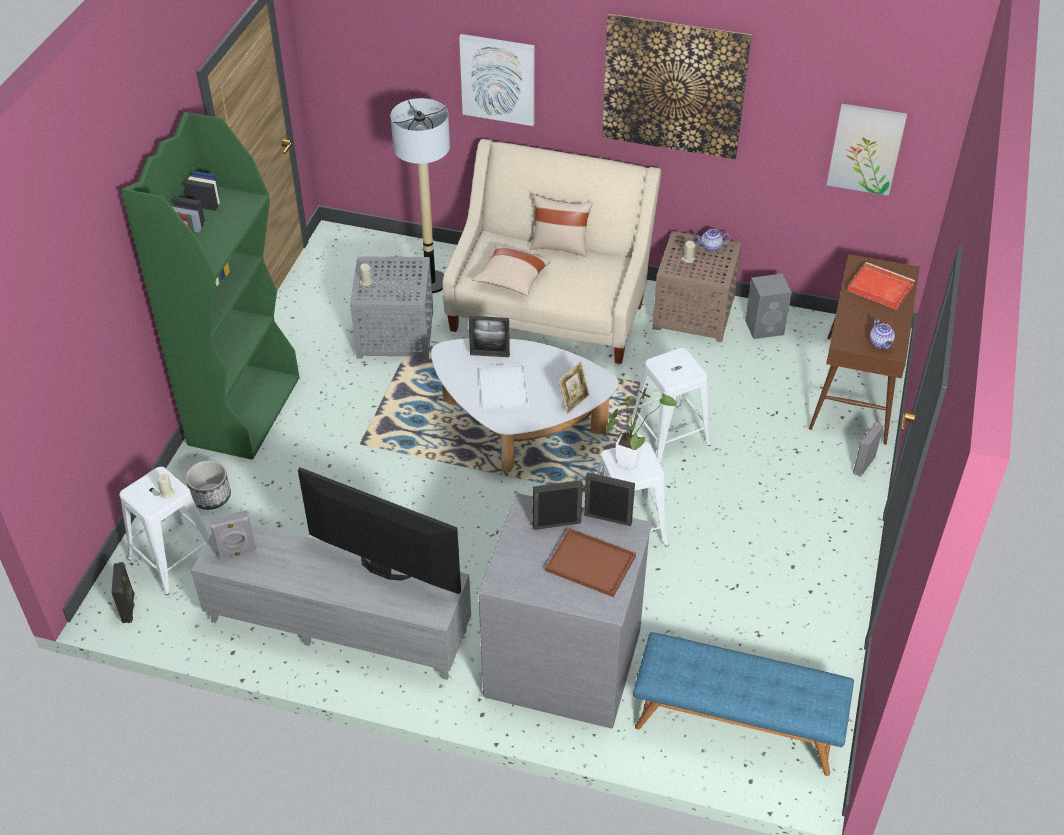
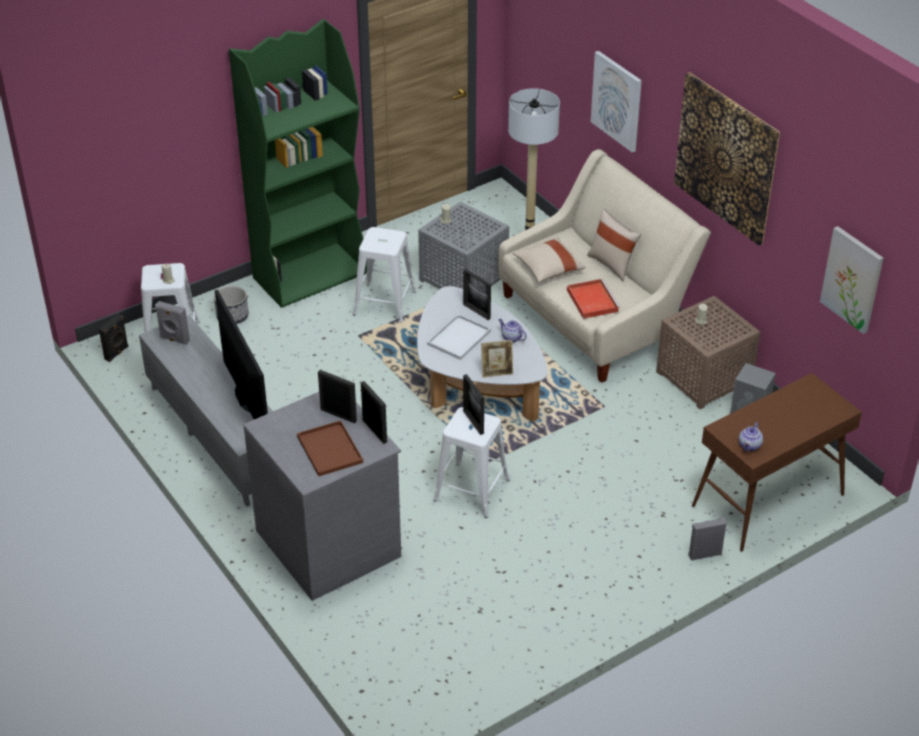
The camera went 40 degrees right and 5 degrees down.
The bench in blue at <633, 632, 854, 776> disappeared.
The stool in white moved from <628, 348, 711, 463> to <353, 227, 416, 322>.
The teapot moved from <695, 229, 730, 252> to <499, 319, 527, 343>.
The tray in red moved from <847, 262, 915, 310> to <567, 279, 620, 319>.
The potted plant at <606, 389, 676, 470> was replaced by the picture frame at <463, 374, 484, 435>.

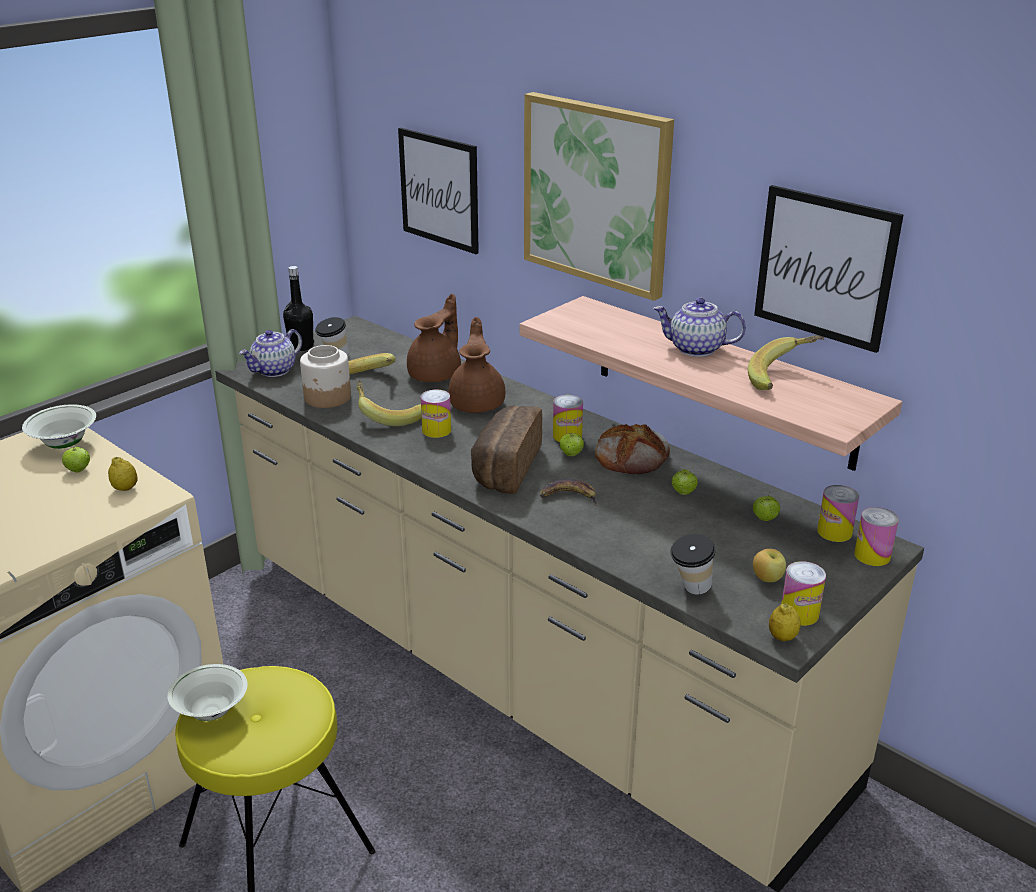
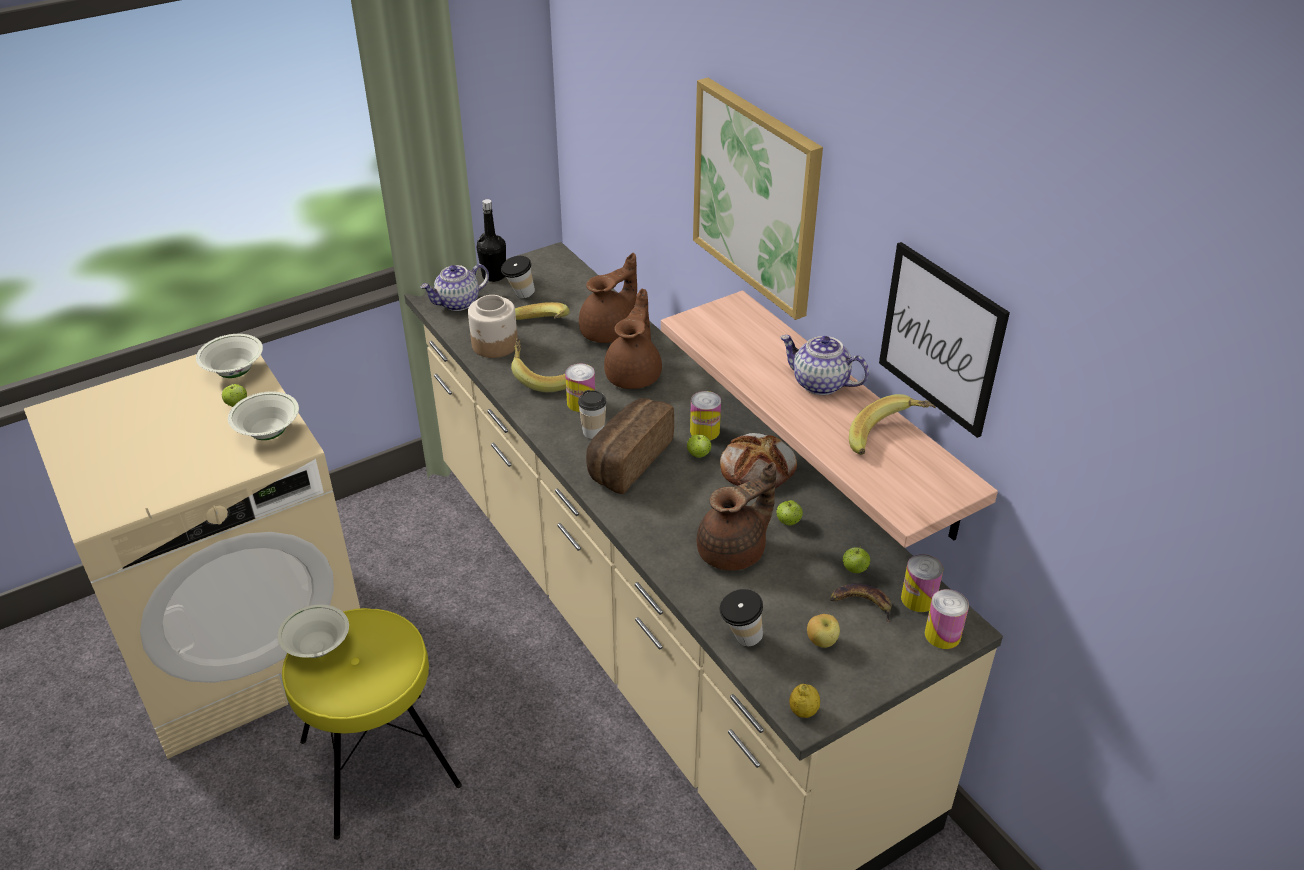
The camera went 15 degrees right and 10 degrees up.
The picture at <398, 128, 479, 254> disappeared.
The can at <781, 561, 826, 626> disappeared.
The cup at <578, 390, 607, 439> appeared.
The teapot in brown at <697, 462, 776, 571> appeared.
The banana moved from <540, 479, 597, 506> to <830, 583, 891, 623>.
The lemon at <108, 457, 138, 491> was replaced by the bowl in white at <228, 391, 299, 440>.

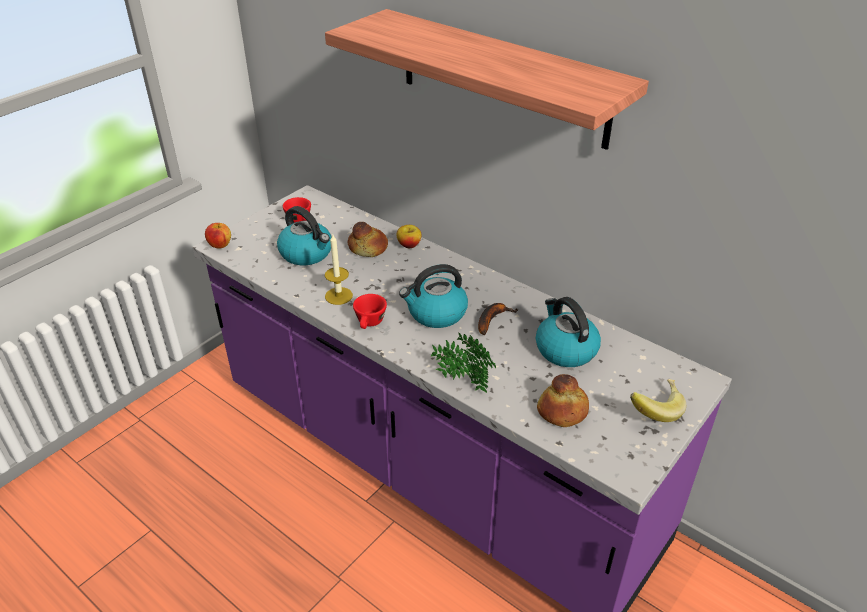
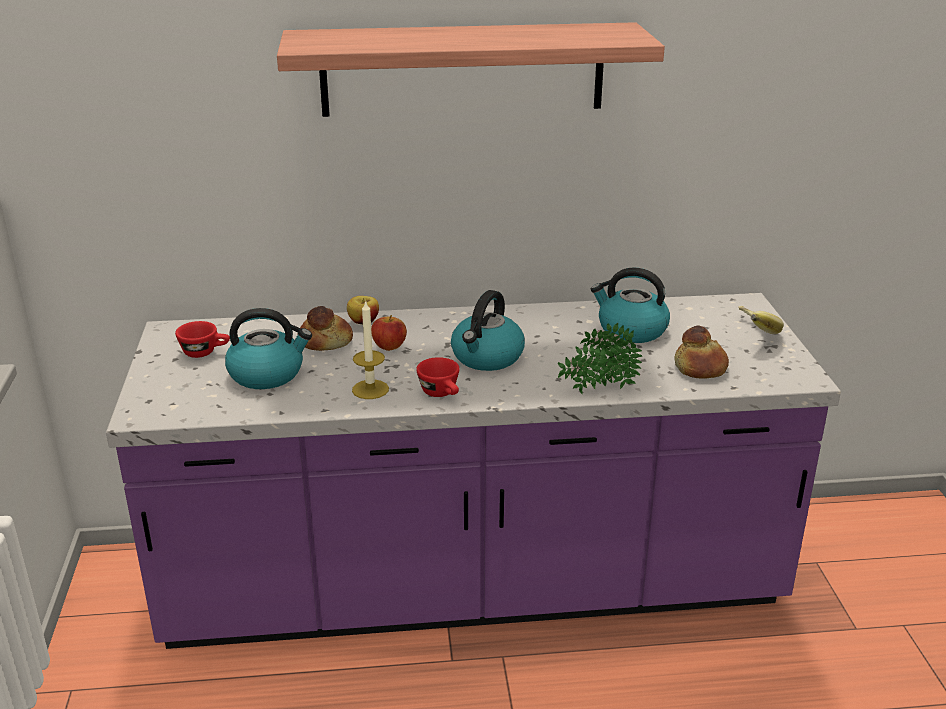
The camera went 45 degrees left and 10 degrees down.
The banana at <478, 303, 518, 335> disappeared.
The apple moved from <205, 223, 231, 249> to <371, 315, 407, 351>.

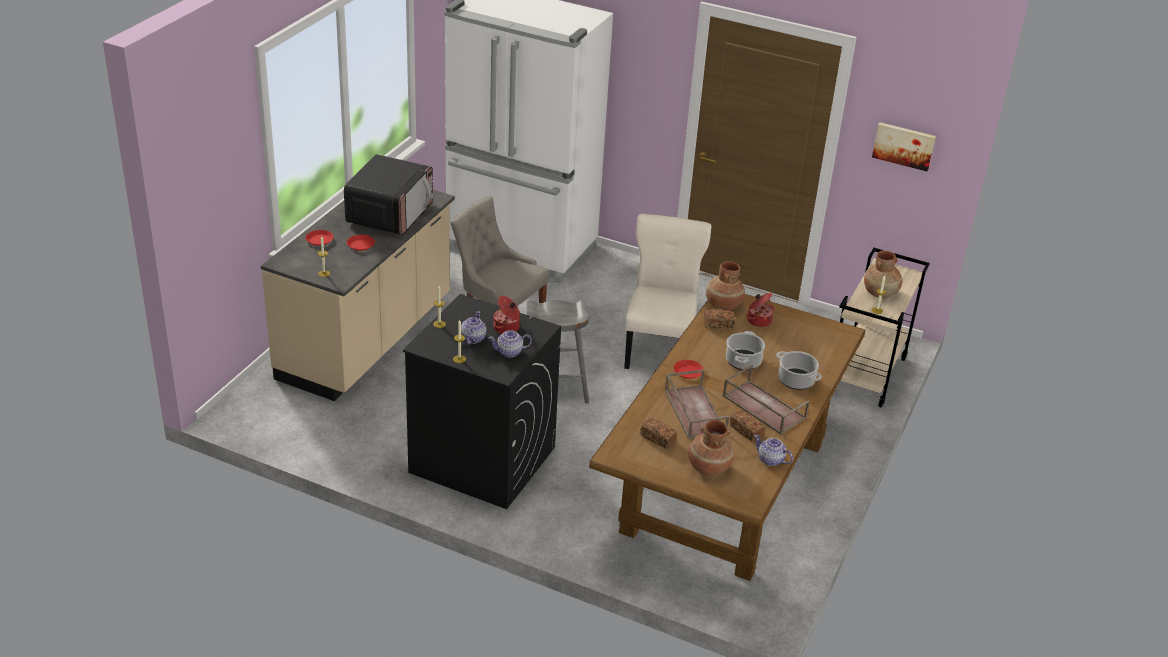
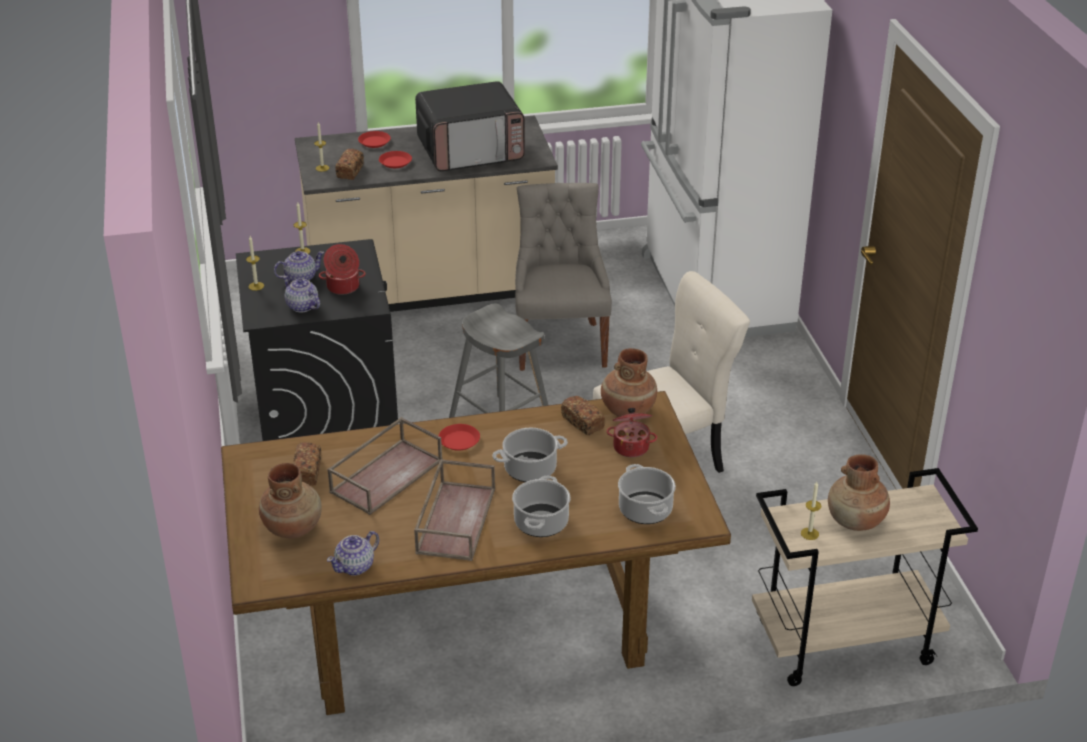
The camera went 55 degrees right and 0 degrees up.
The picture at <872, 122, 936, 171> disappeared.
The cooking pot at <618, 464, 676, 524> appeared.
The bread moved from <730, 410, 765, 442> to <335, 149, 364, 180>.
The teapot at <754, 435, 793, 466> turned 135 degrees counterclockwise.

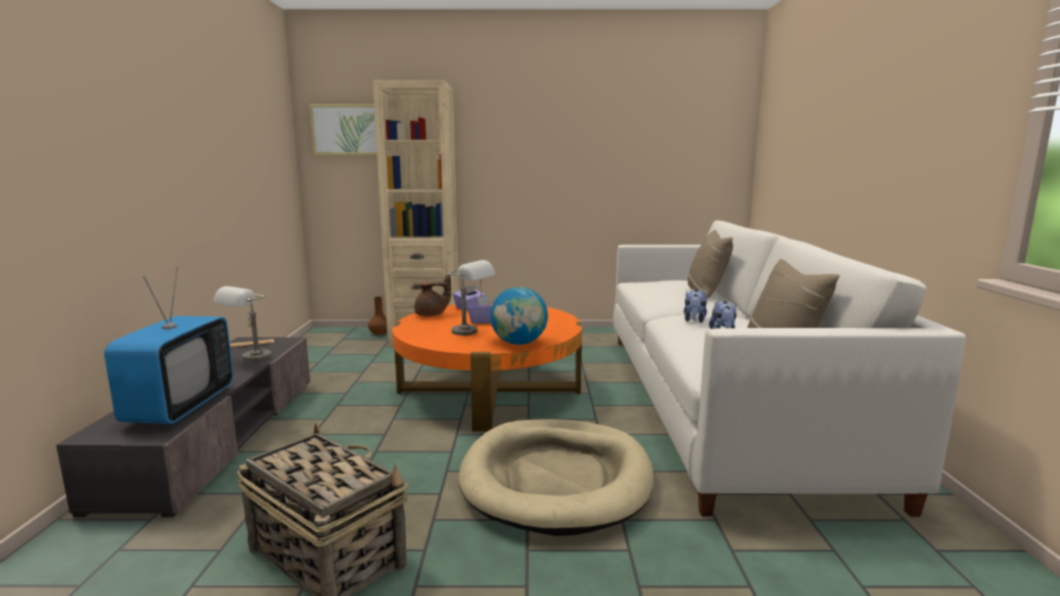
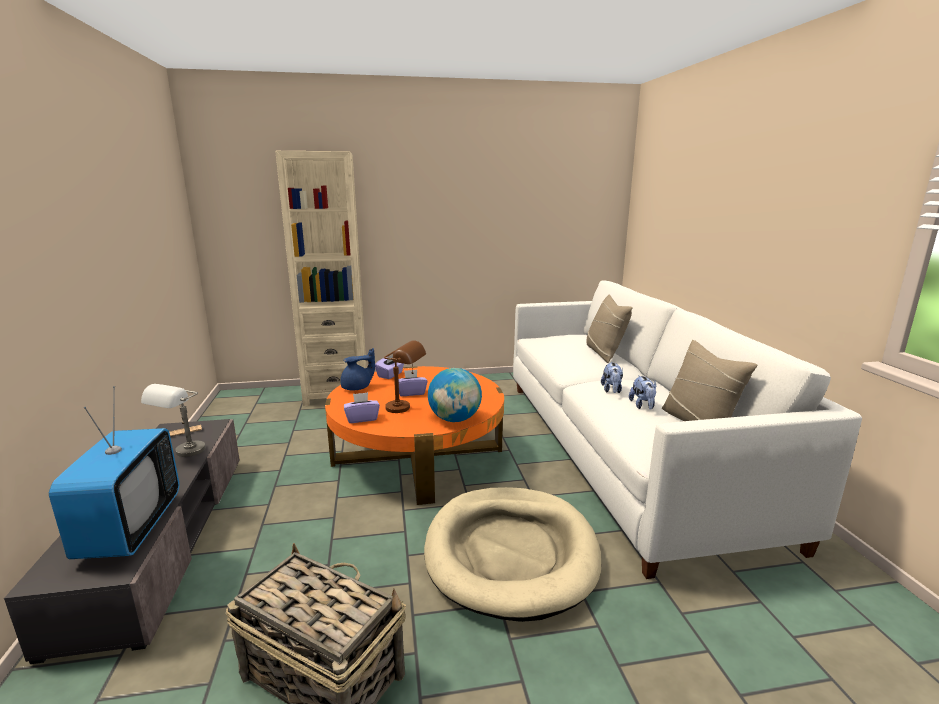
The camera went 10 degrees left and 5 degrees up.
The picture at <309, 104, 377, 155> disappeared.
The vase in brown at <368, 297, 387, 335> disappeared.
The tissue box in purple at <344, 392, 380, 423> appeared.
The teapot in brown at <414, 274, 451, 316> became the teapot in blue at <341, 348, 375, 391>.
The table lamp in grey at <448, 260, 495, 335> became the table lamp in brown at <384, 340, 426, 413>.

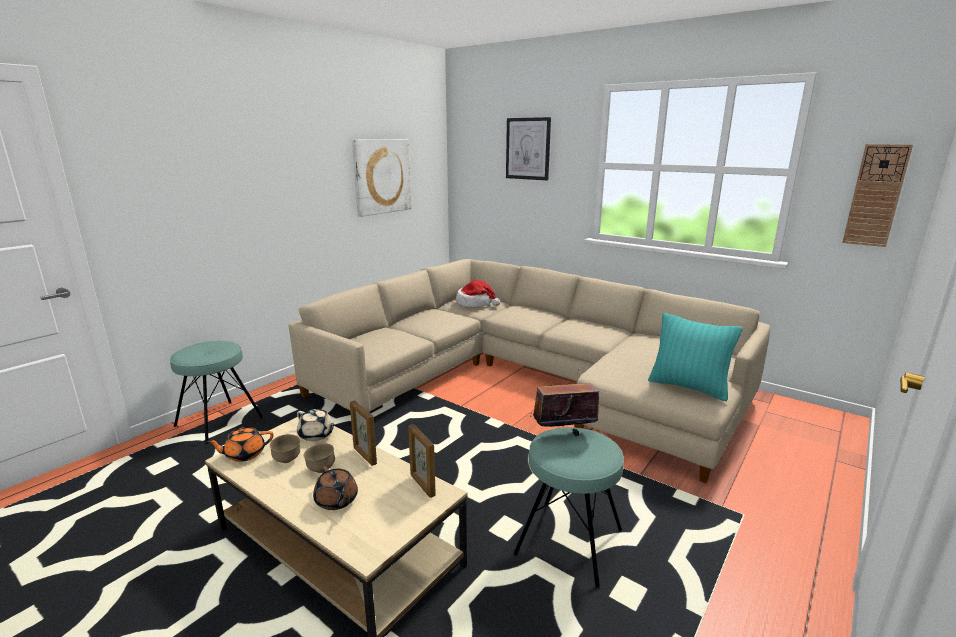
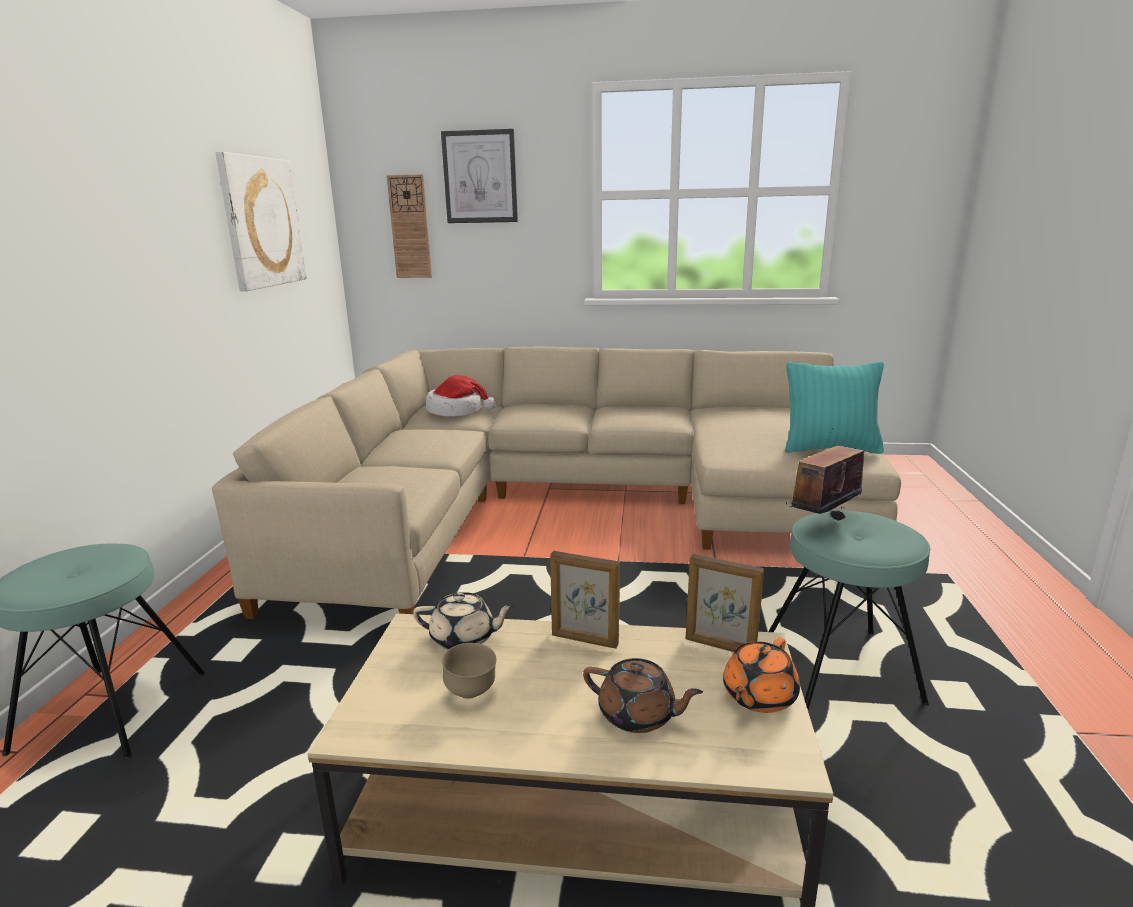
The camera went 30 degrees left and 0 degrees up.
The bowl in brown at <304, 443, 335, 473> disappeared.
The teapot in orange moved from <206, 427, 274, 462> to <723, 637, 800, 713>.
The wall clock moved from <842, 144, 913, 247> to <387, 174, 432, 278>.

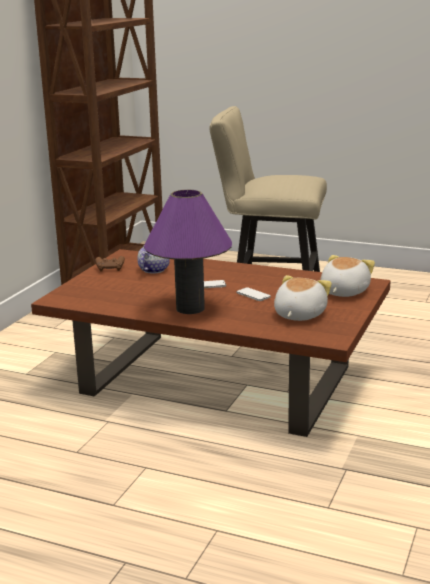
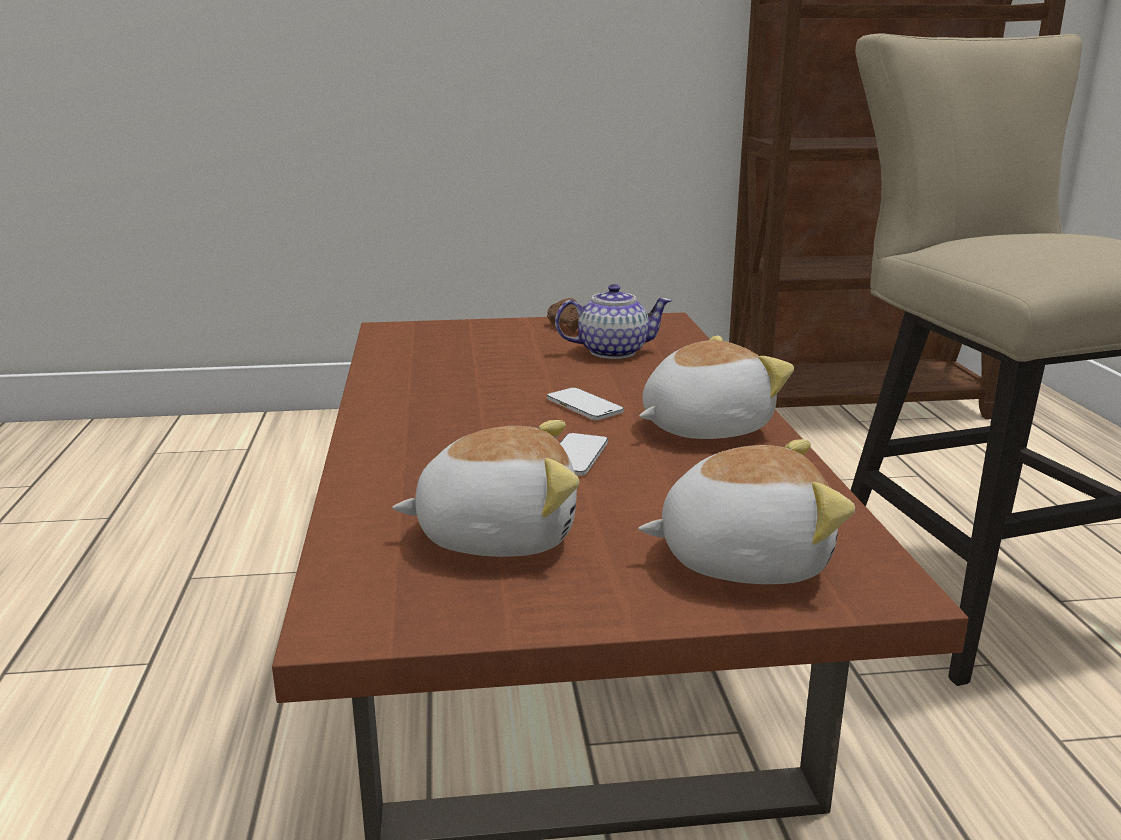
The camera went 60 degrees right and 0 degrees up.
The table lamp in purple at <144, 190, 232, 314> disappeared.
The plush toy at <639, 336, 794, 439> appeared.

